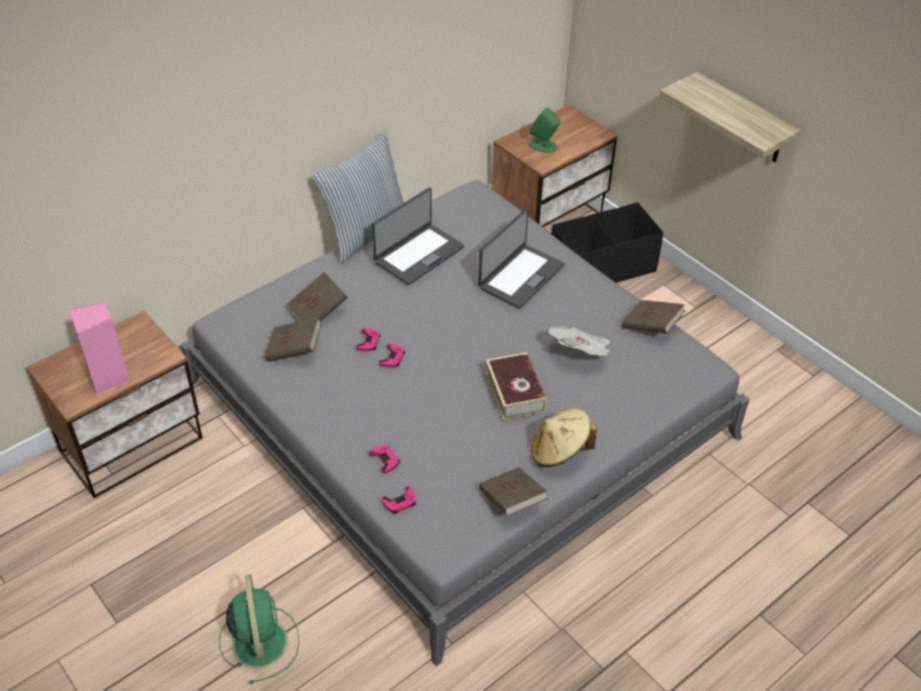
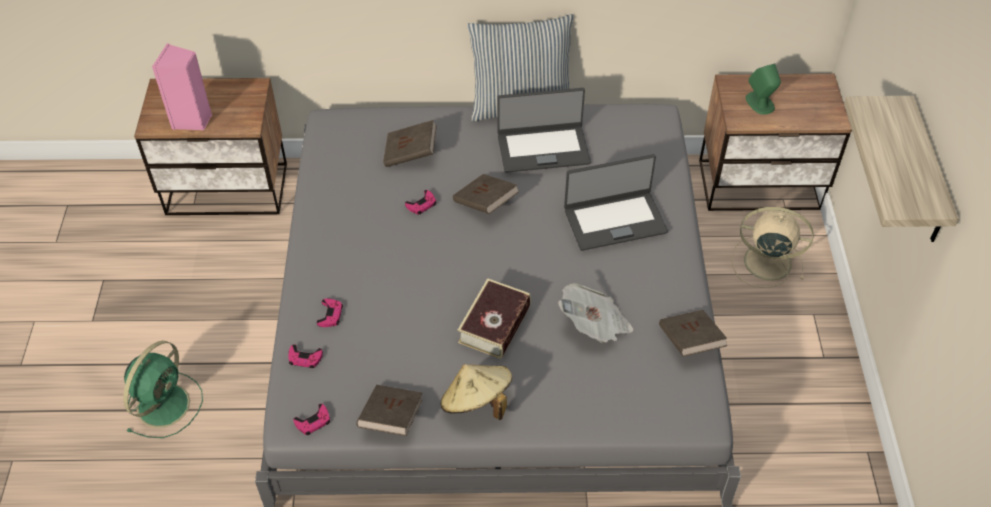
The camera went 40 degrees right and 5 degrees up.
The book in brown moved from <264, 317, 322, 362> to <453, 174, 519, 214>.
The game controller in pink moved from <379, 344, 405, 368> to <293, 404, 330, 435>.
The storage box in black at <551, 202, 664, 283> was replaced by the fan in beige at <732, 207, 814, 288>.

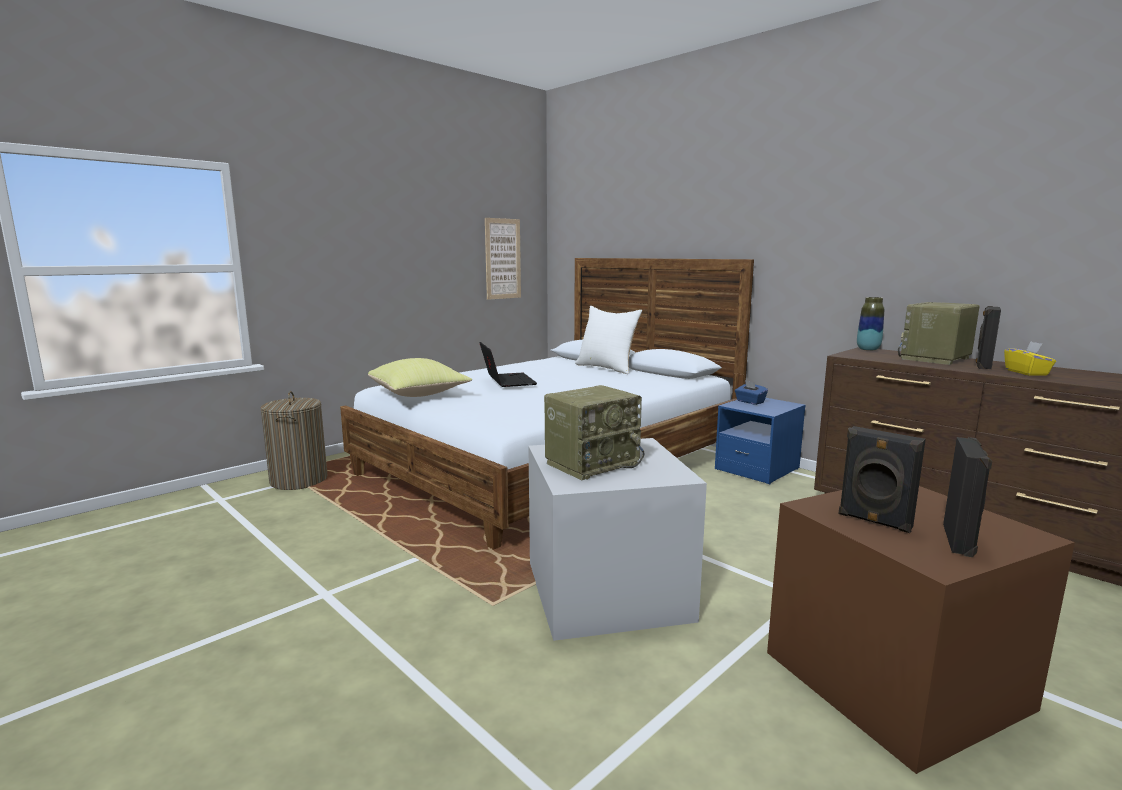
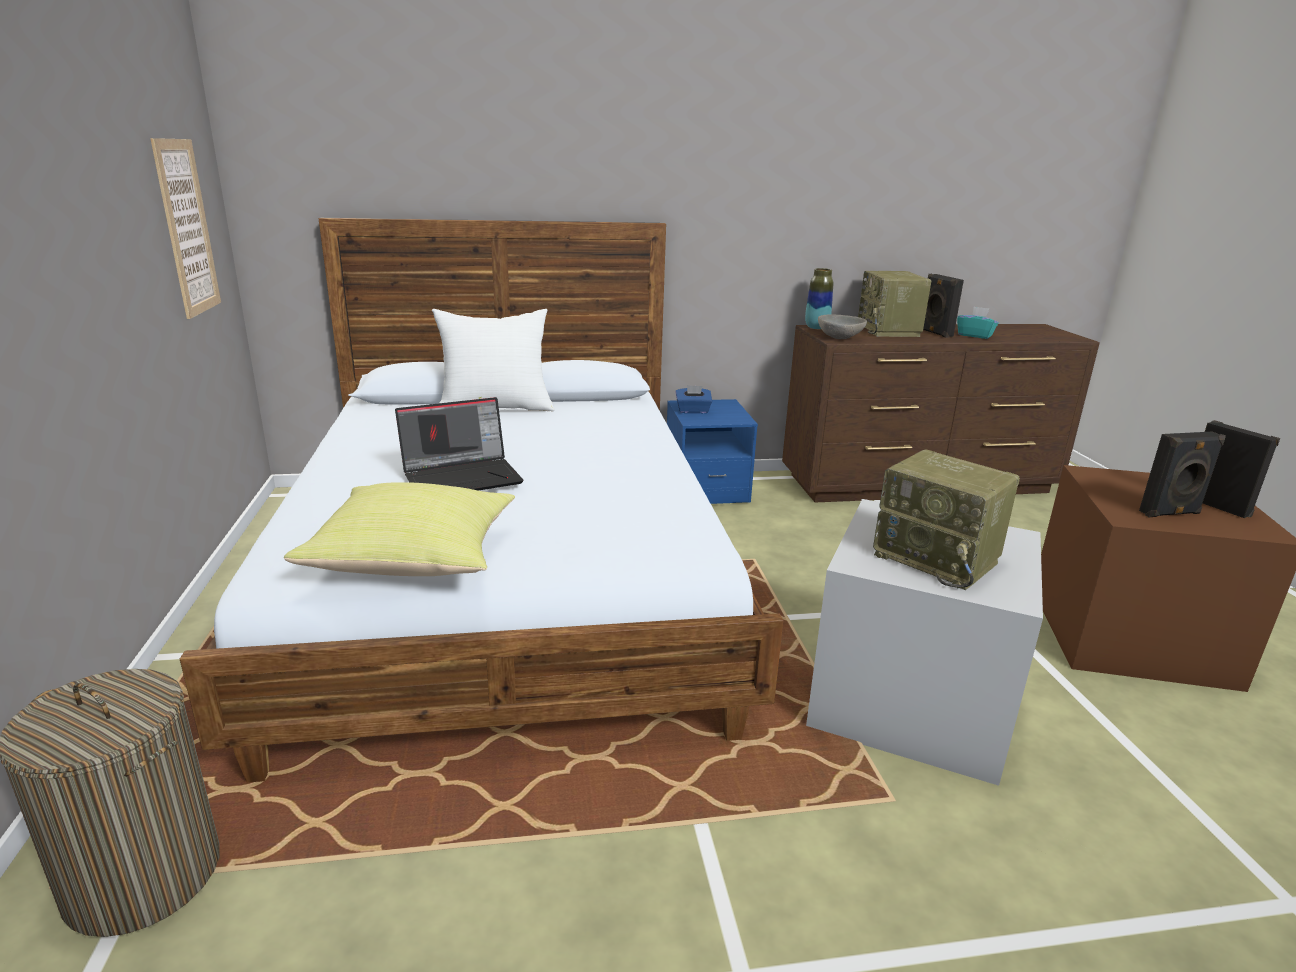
The camera went 55 degrees left and 10 degrees up.
The bowl in grey at <818, 314, 867, 339> appeared.
The tissue box in yellow at <1004, 342, 1056, 375> became the tissue box in turquoise at <957, 307, 998, 339>.
The laptop at <479, 342, 537, 387> turned 135 degrees clockwise.
The radio at <544, 385, 644, 480> turned 135 degrees clockwise.

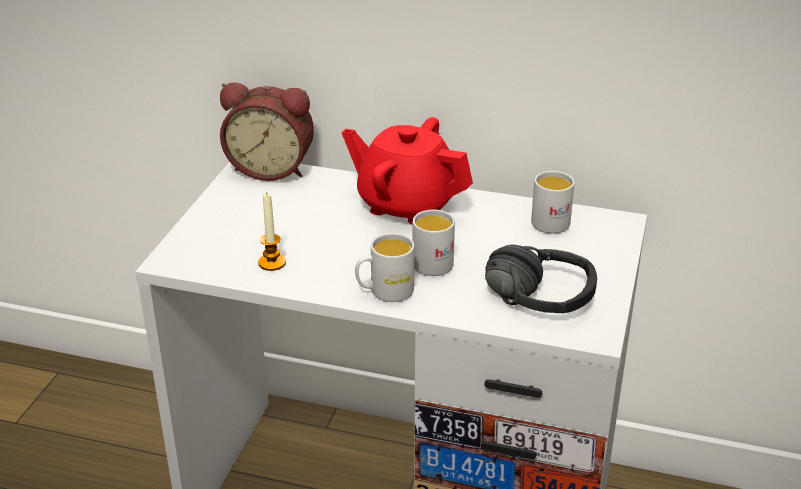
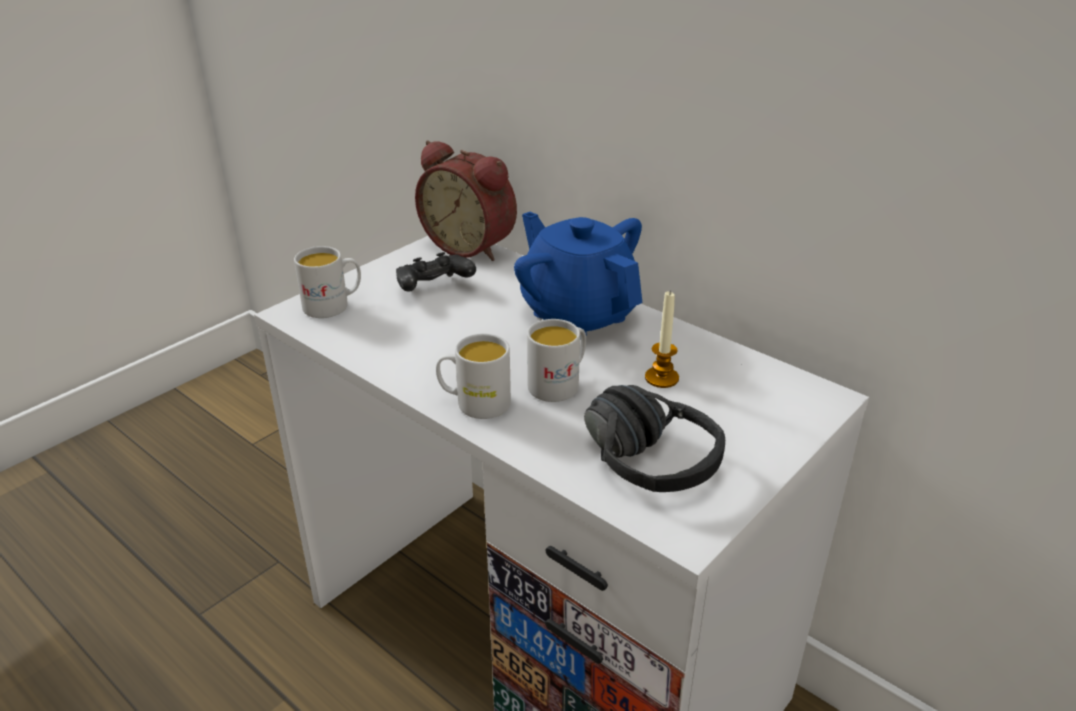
The camera went 25 degrees right and 0 degrees up.
The game controller in black at <396, 252, 476, 292> appeared.
The candle moved from <258, 192, 286, 271> to <645, 290, 679, 388>.
The mug in white moved from <531, 171, 575, 234> to <294, 246, 361, 318>.
The teapot in red at <342, 117, 473, 225> became the teapot in blue at <514, 212, 643, 339>.

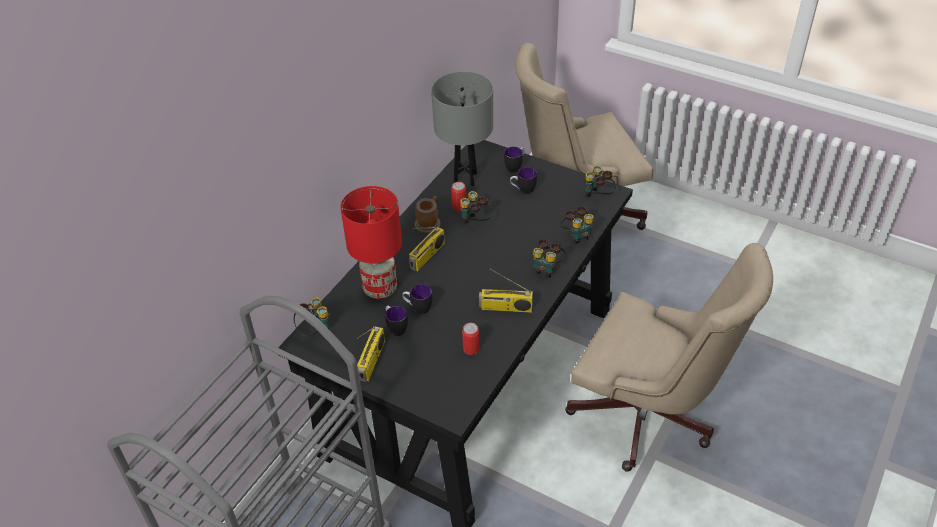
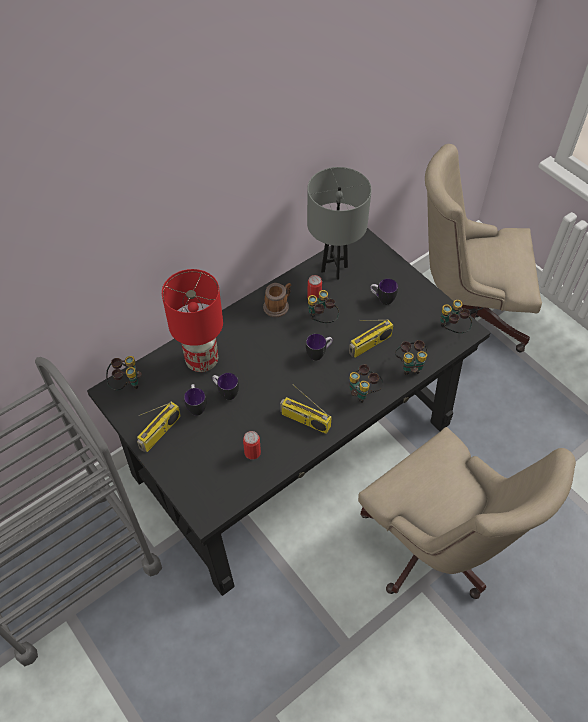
The camera went 20 degrees right and 10 degrees up.
The radio moved from <409, 226, 445, 271> to <349, 319, 393, 358>.
The mug moved from <504, 147, 525, 173> to <306, 334, 333, 361>.

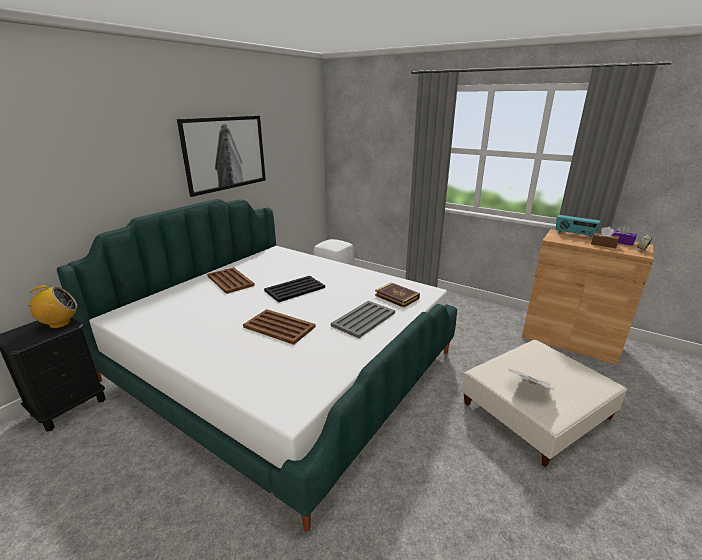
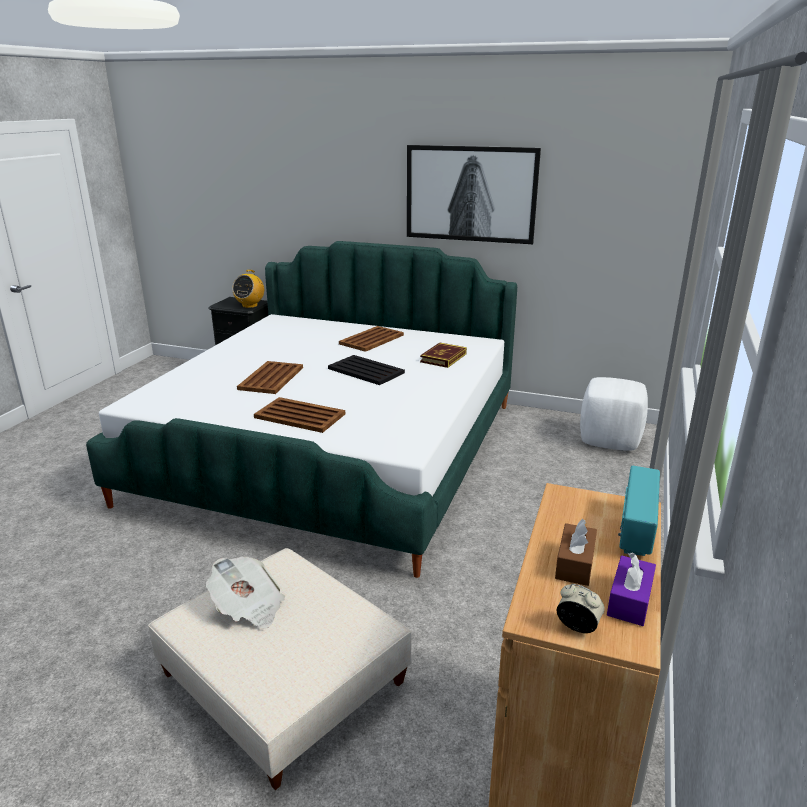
The camera went 75 degrees right and 0 degrees up.
The book moved from <375, 283, 420, 308> to <420, 343, 467, 368>.
The tray in grey at <331, 301, 395, 338> became the tray in brown at <254, 397, 345, 433>.
The radio at <24, 285, 77, 328> turned 60 degrees clockwise.

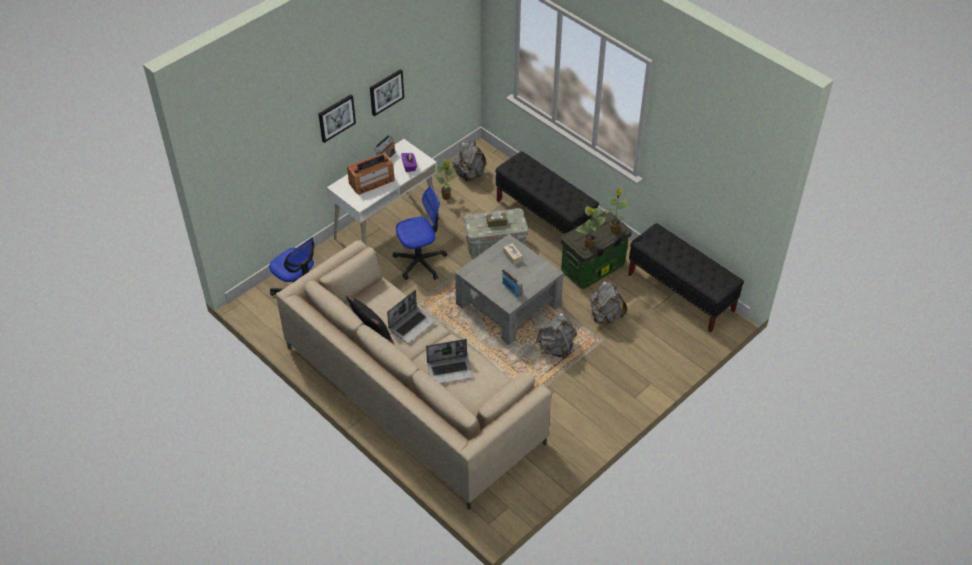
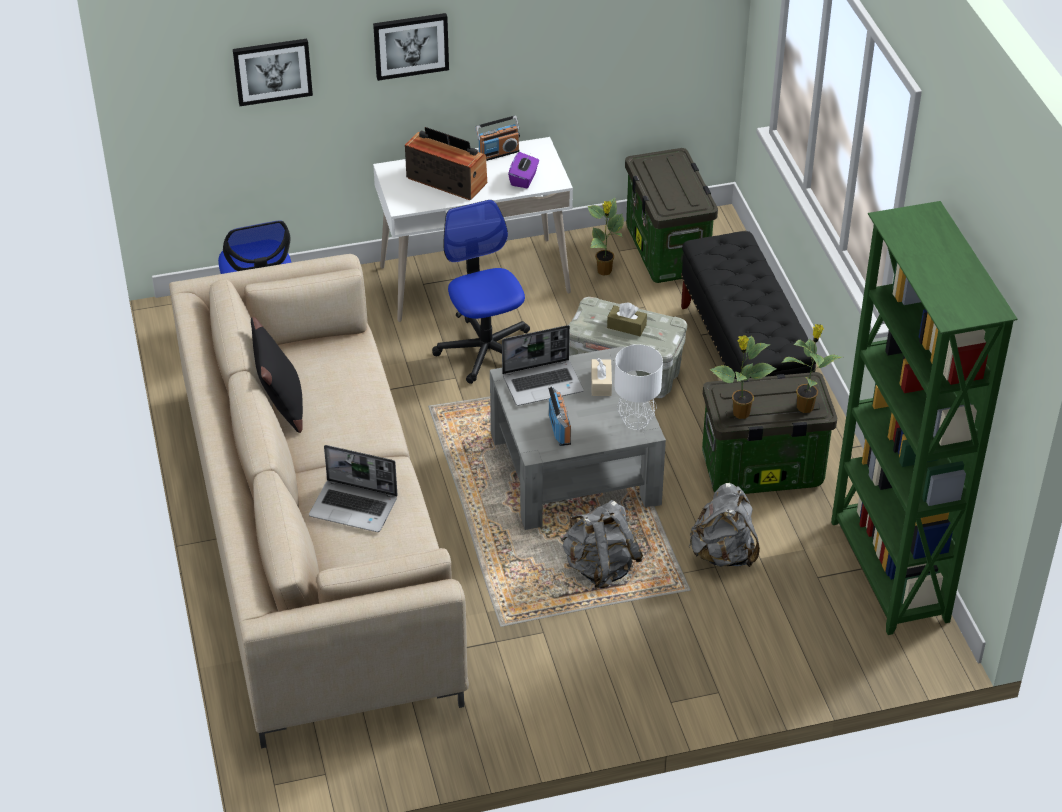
The camera went 30 degrees right and 5 degrees down.
The table lamp in white at <614, 345, 663, 430> appeared.
The picture moved from <370, 69, 404, 116> to <233, 39, 313, 106>.
The laptop moved from <387, 290, 436, 343> to <502, 325, 584, 406>.
The backpack in grey at <453, 140, 486, 182> was replaced by the storage box at <625, 148, 718, 283>.
The bench in black at <628, 223, 744, 333> was replaced by the bookcase in green at <831, 201, 1018, 635>.
The radio at <347, 152, 395, 195> turned 150 degrees counterclockwise.
The office chair at <393, 186, 447, 280> turned 120 degrees counterclockwise.

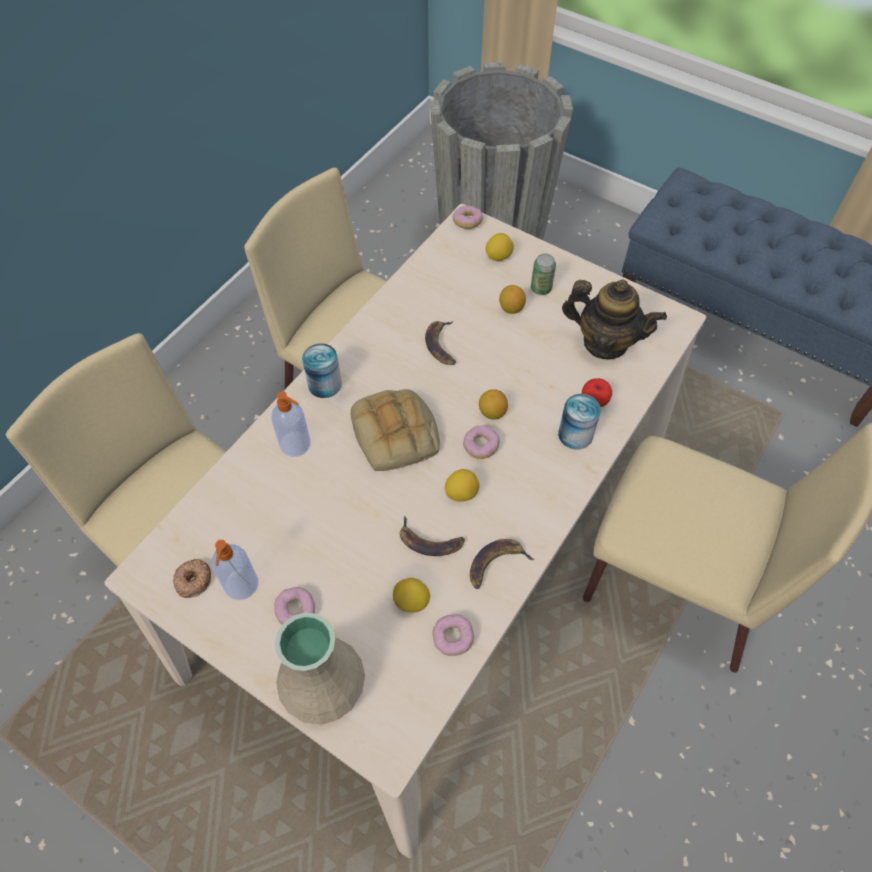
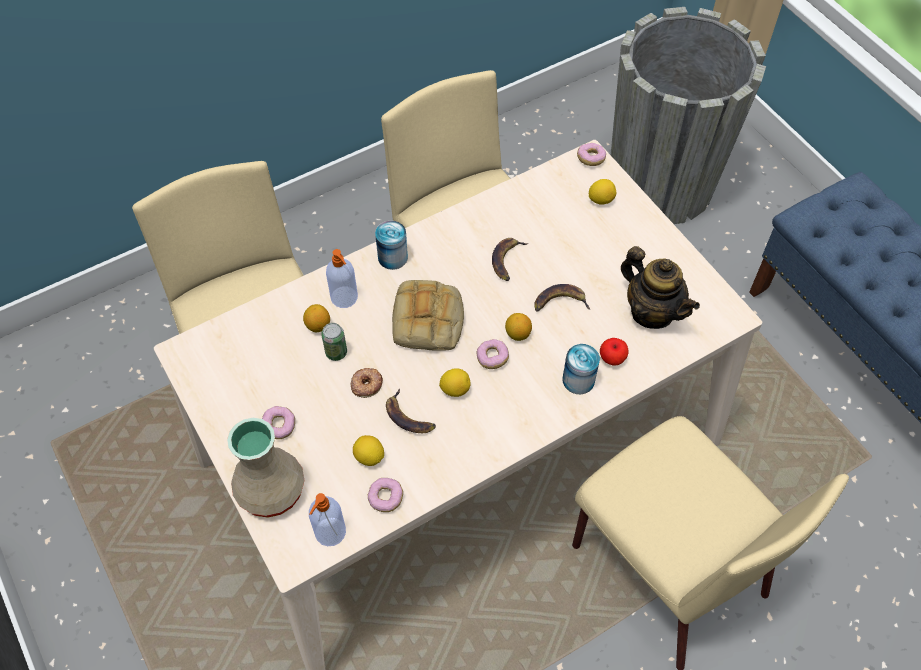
The camera went 25 degrees right and 0 degrees up.
The donut moved from <173, 559, 211, 598> to <351, 368, 383, 398>.
The soap dispenser moved from <212, 540, 258, 600> to <309, 493, 346, 546>.
The banana moved from <470, 539, 535, 589> to <534, 284, 590, 311>.
The lemon moved from <499, 285, 526, 314> to <303, 304, 330, 332>.
The can moved from <531, 254, 556, 295> to <321, 323, 347, 361>.

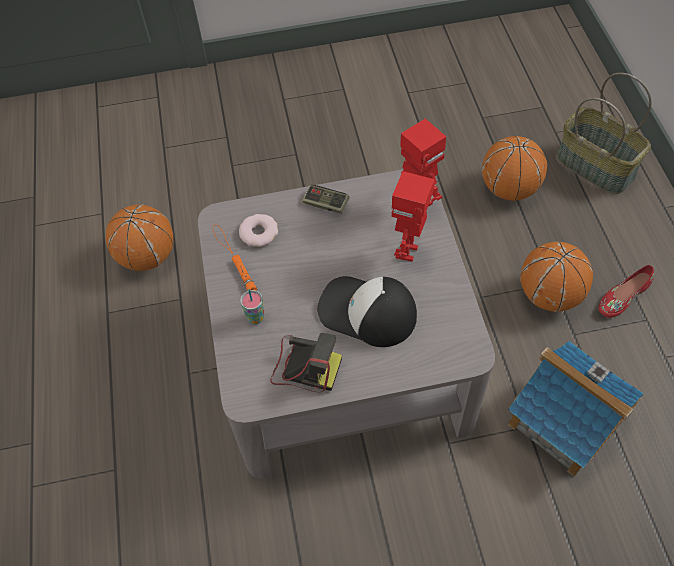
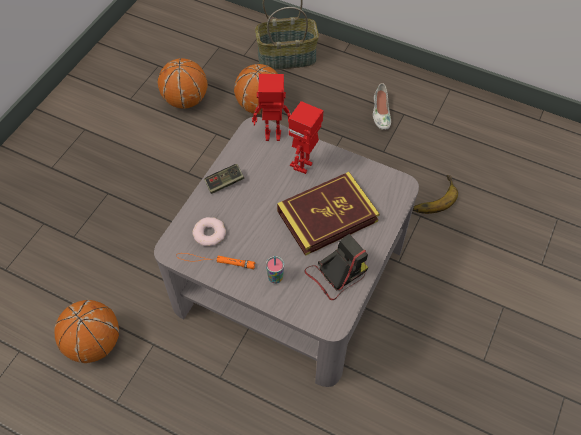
The camera went 55 degrees left and 0 degrees up.
The basketball moved from <520, 241, 593, 312> to <158, 58, 208, 109>.
The cap at <317, 276, 417, 347> was replaced by the book at <277, 172, 379, 256>.
The toy house at <508, 341, 644, 477> was replaced by the banana at <413, 175, 458, 214>.
The shoe in red at <598, 265, 654, 318> became the shoe in white at <373, 83, 391, 129>.
The toy robot at <391, 171, 435, 262> turned 60 degrees clockwise.

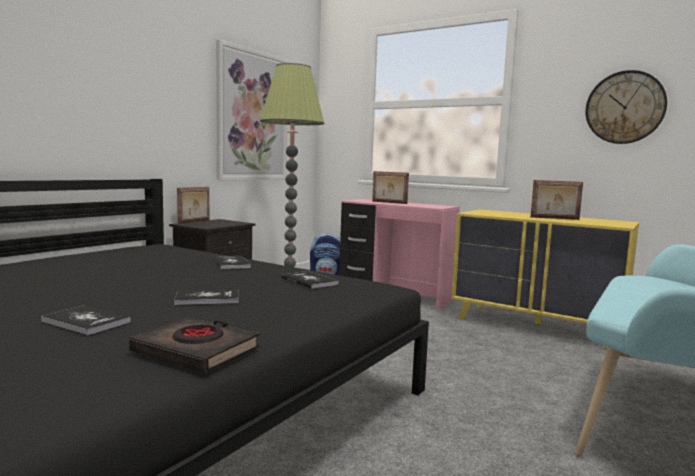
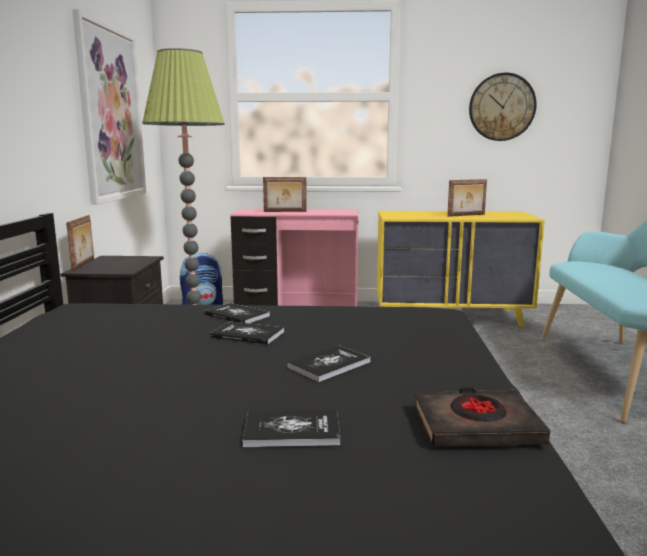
The camera went 30 degrees left and 5 degrees up.
The book moved from <281, 271, 339, 289> to <210, 321, 284, 345>.

